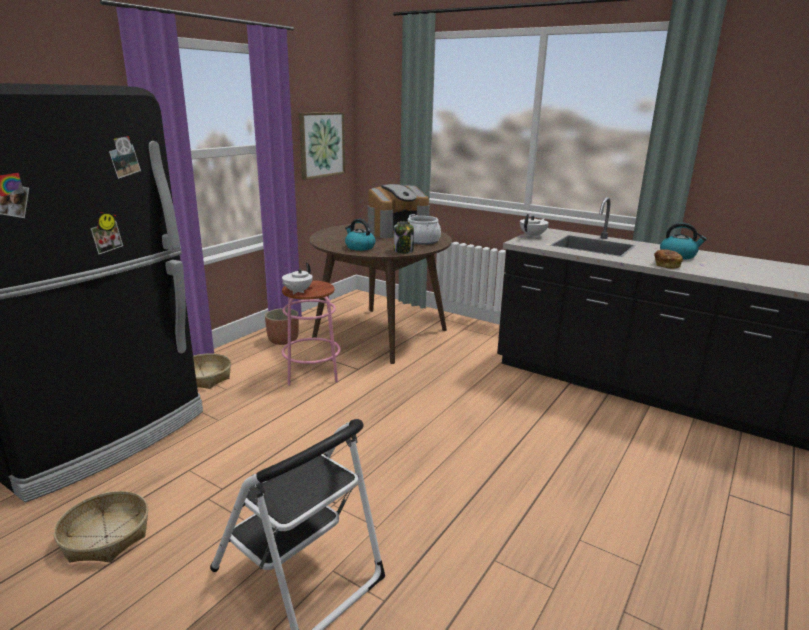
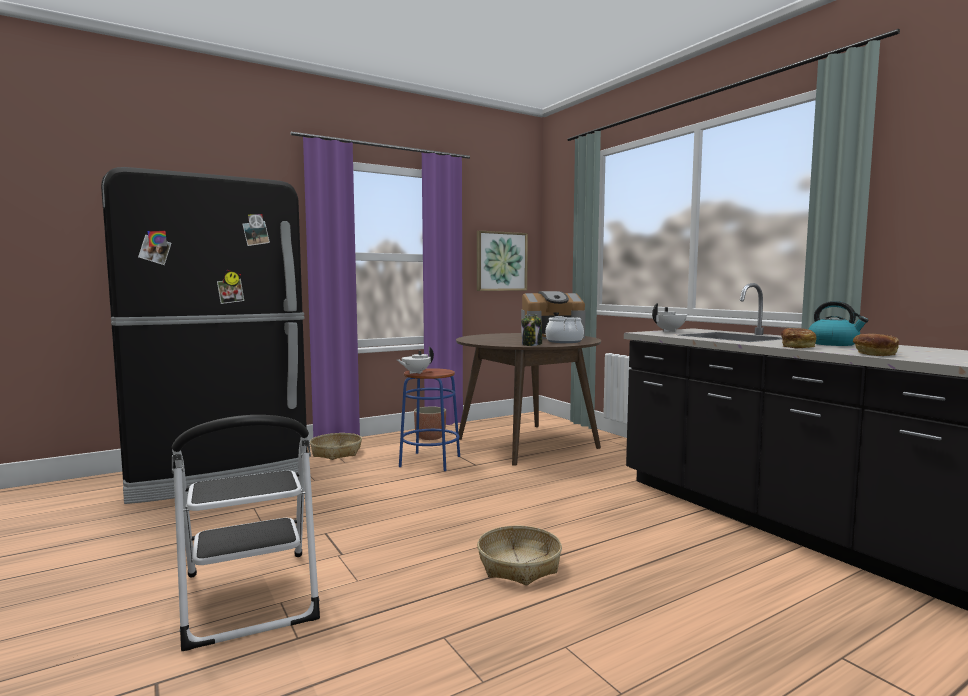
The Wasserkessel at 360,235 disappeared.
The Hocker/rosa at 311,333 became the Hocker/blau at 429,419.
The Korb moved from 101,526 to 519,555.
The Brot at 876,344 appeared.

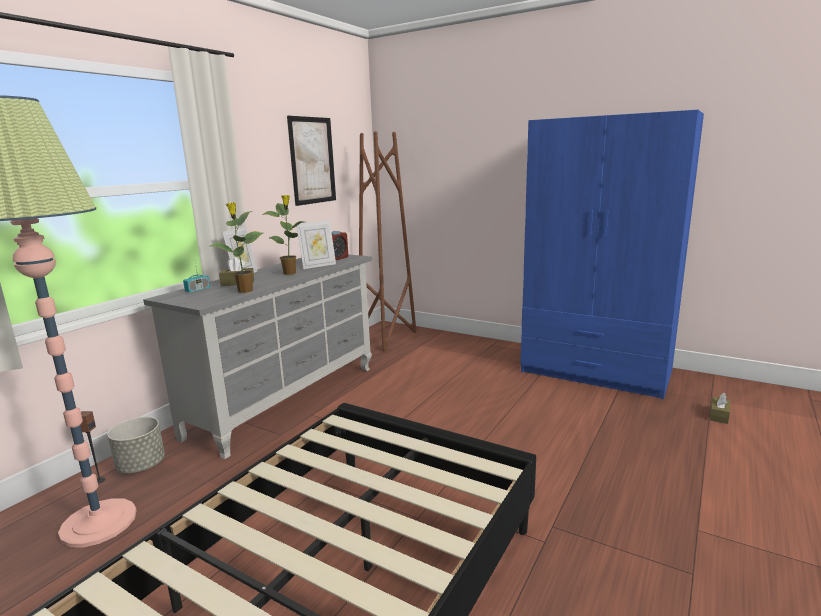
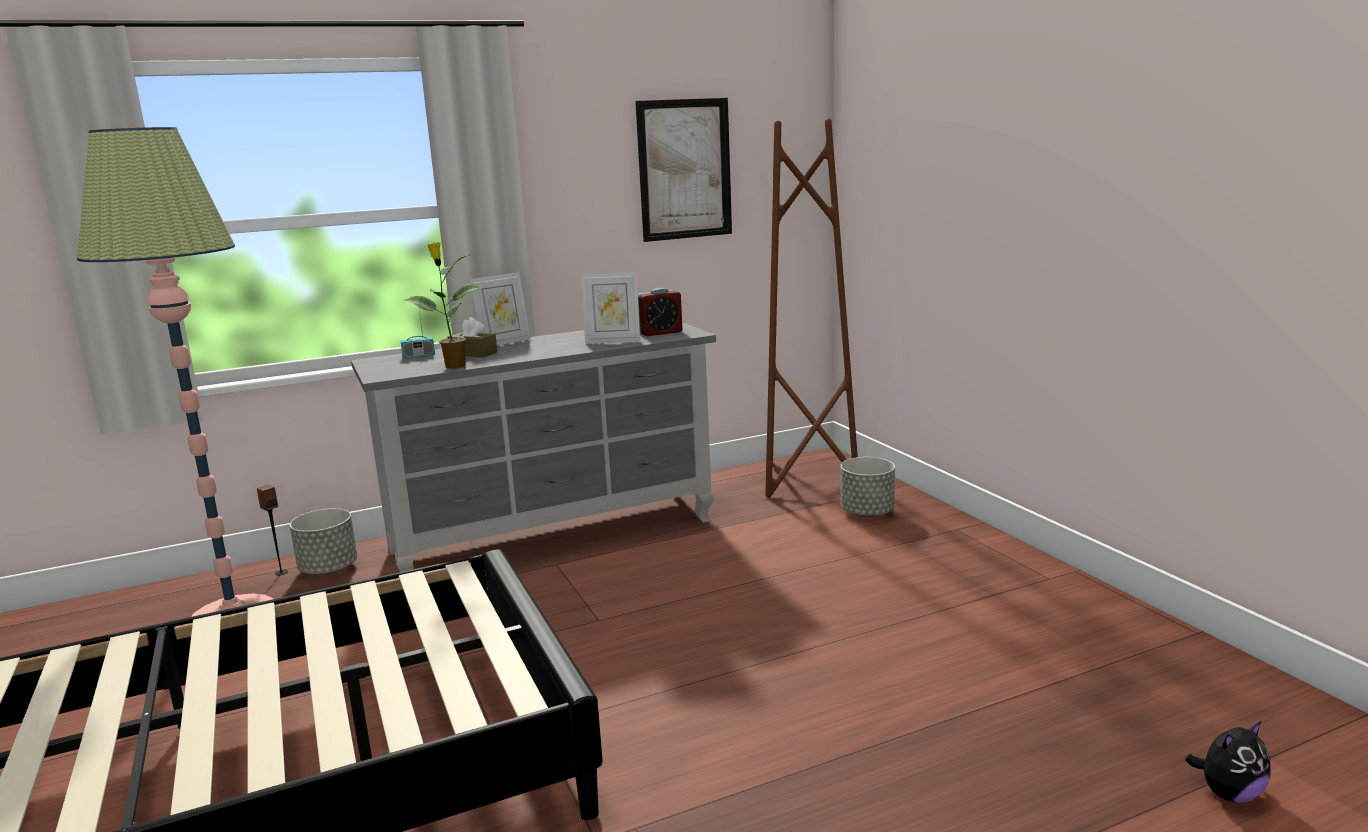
The Kleiderschrank/blau at 612,254 disappeared.
The Topfpflanze at 282,235 disappeared.
The Taschentuchbox/braun at 720,408 was replaced by the Plüschtier at 1228,761.
The Pflanzkübel/grau at 867,487 appeared.

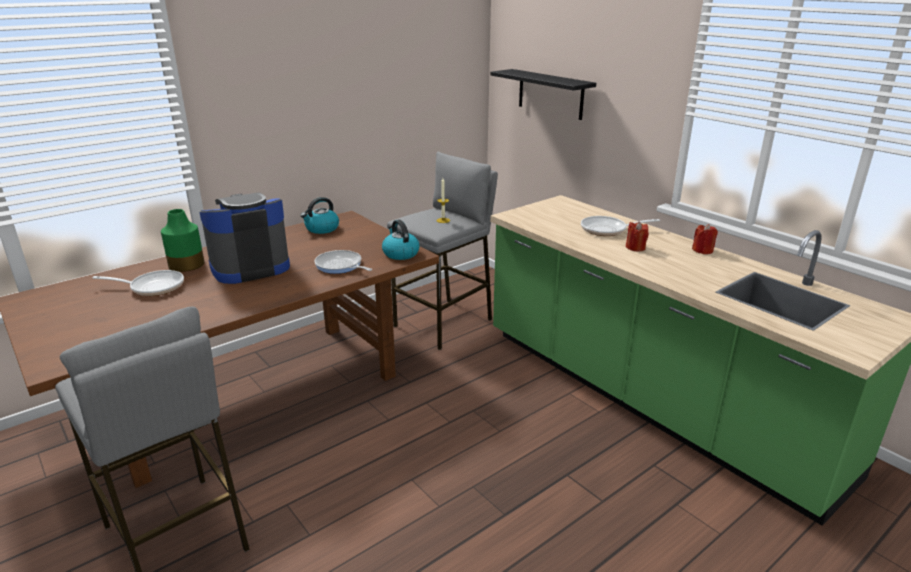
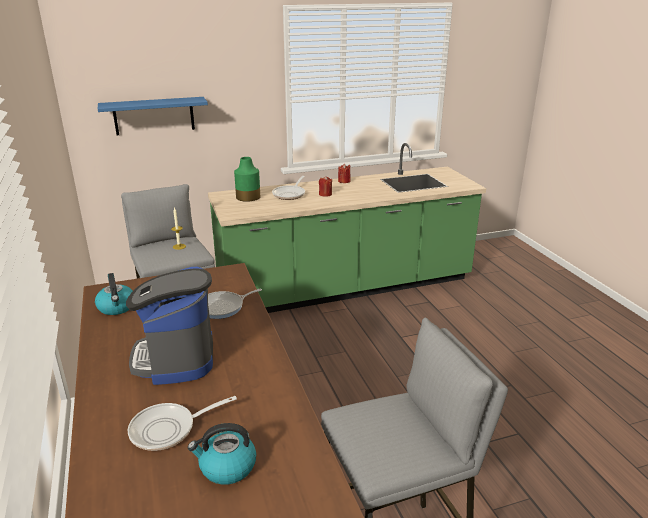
The Wandregal/schwarz at 543,94 became the Wandregal/blau at 153,116.
The Vase/grün moved from 183,240 to 247,179.
The Wasserkessel moved from 401,240 to 222,454.
The Pfanne at 138,283 turned 135 degrees counterclockwise.

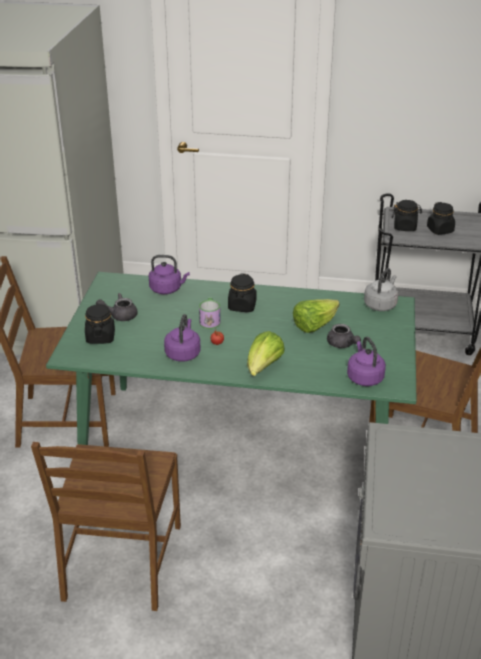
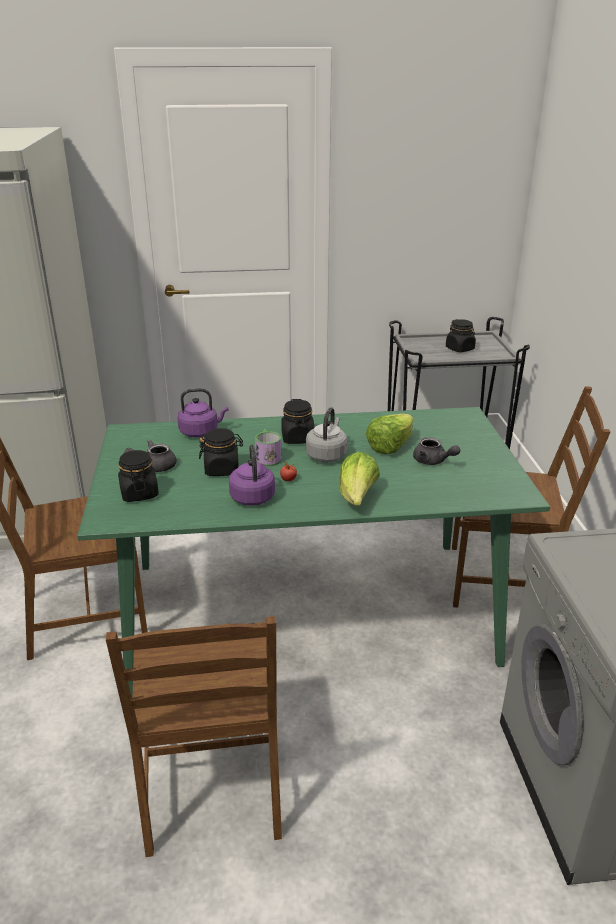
The Vorratsglas/schwarz moved from 407,215 to 221,452.
The Wasserkessel/grau moved from 381,289 to 326,434.
The Wasserkessel/lila at 366,361 disappeared.

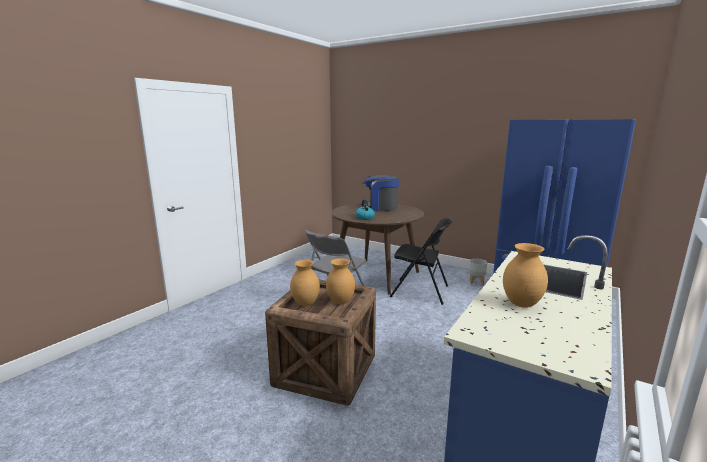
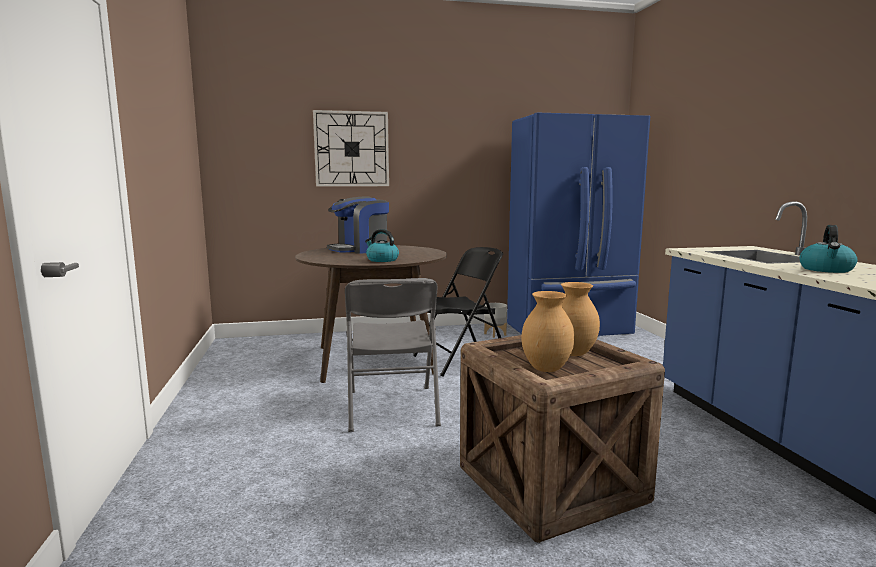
The Vase/braun at 525,275 was replaced by the Wasserkessel at 828,249.
The Wanduhr at 351,148 appeared.

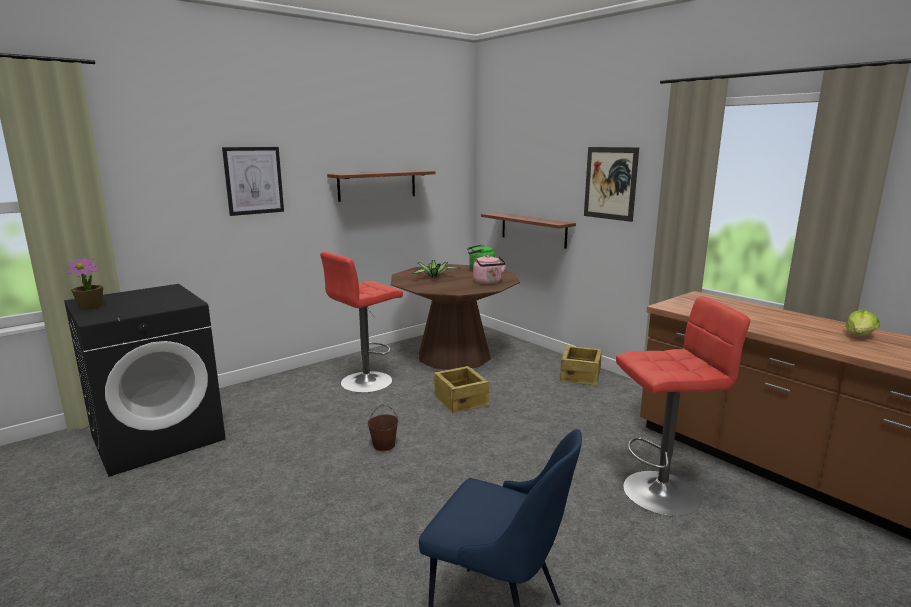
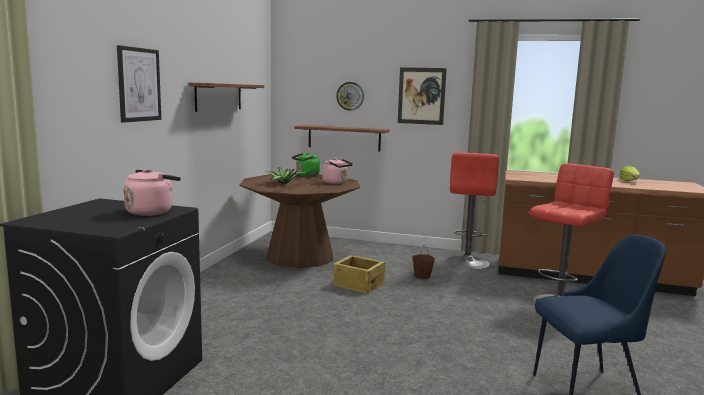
The Hocker/rot moved from 361,322 to 472,210.
The Topfpflanze at 85,284 disappeared.
The Kiste at 581,366 disappeared.
The Eimer/braun moved from 383,428 to 423,262.
The Wanduhr at 350,96 appeared.
The Wasserkessel/rosa at 152,192 appeared.

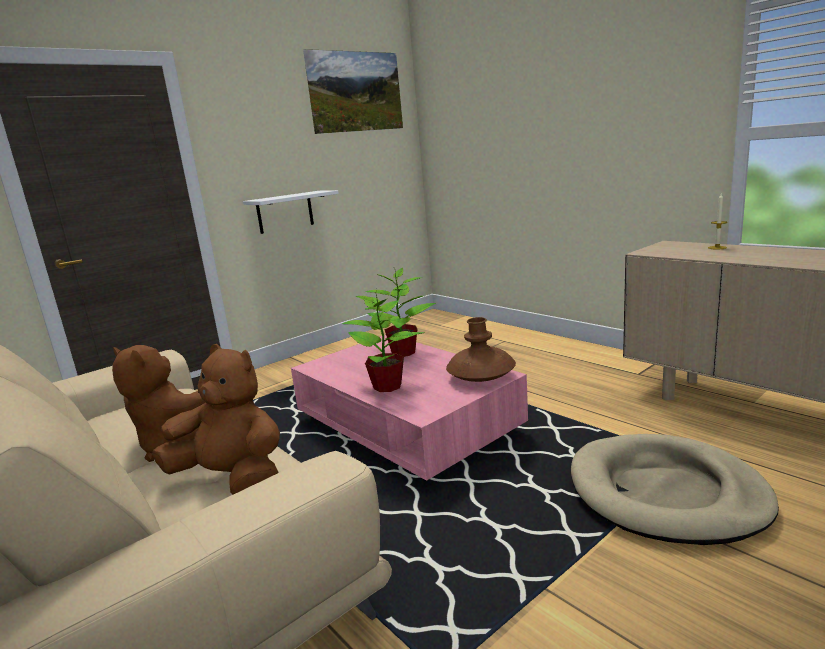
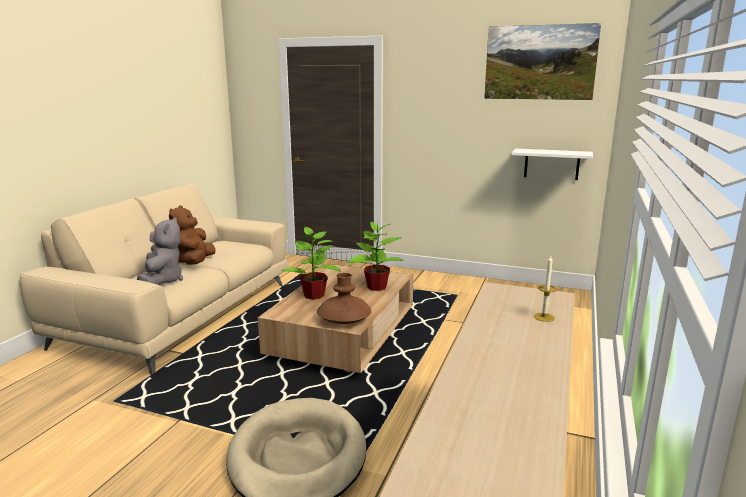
The Wandregal/weiß moved from 291,212 to 552,164.
The Couchtisch/rosa at 409,408 became the Couchtisch/braun at 335,318.
The Plüschtier/braun at 216,419 became the Plüschtier/grau at 160,251.

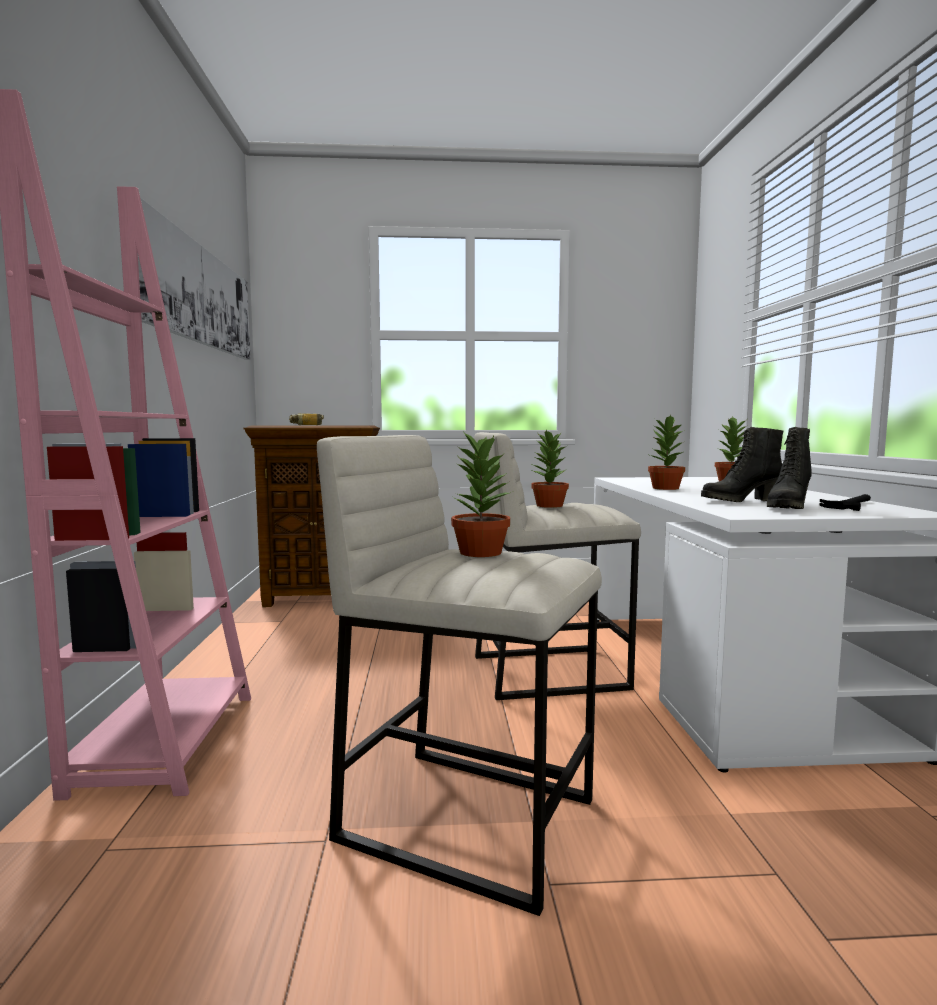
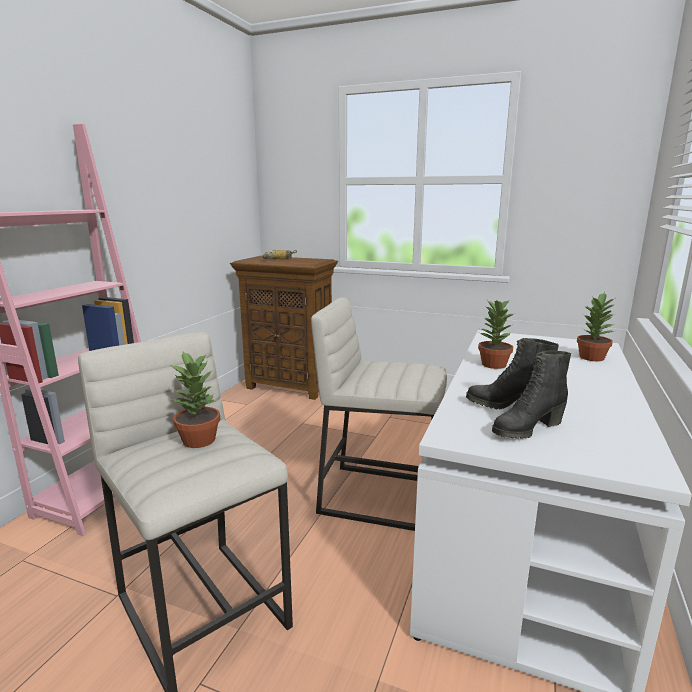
The Bild at 194,278 disappeared.
The Topfpflanze at 550,469 disappeared.
The Hammer at 845,502 disappeared.

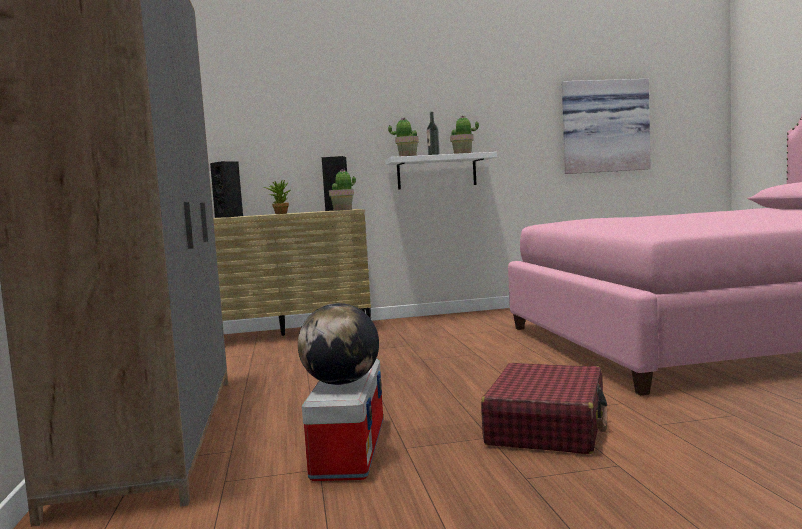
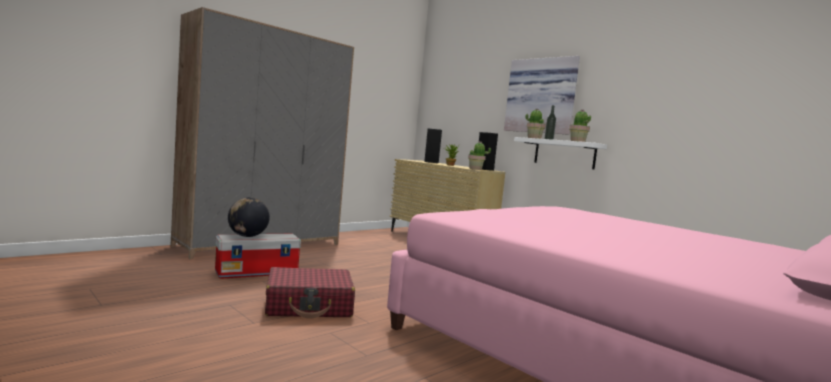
The Bild moved from 606,126 to 542,95.

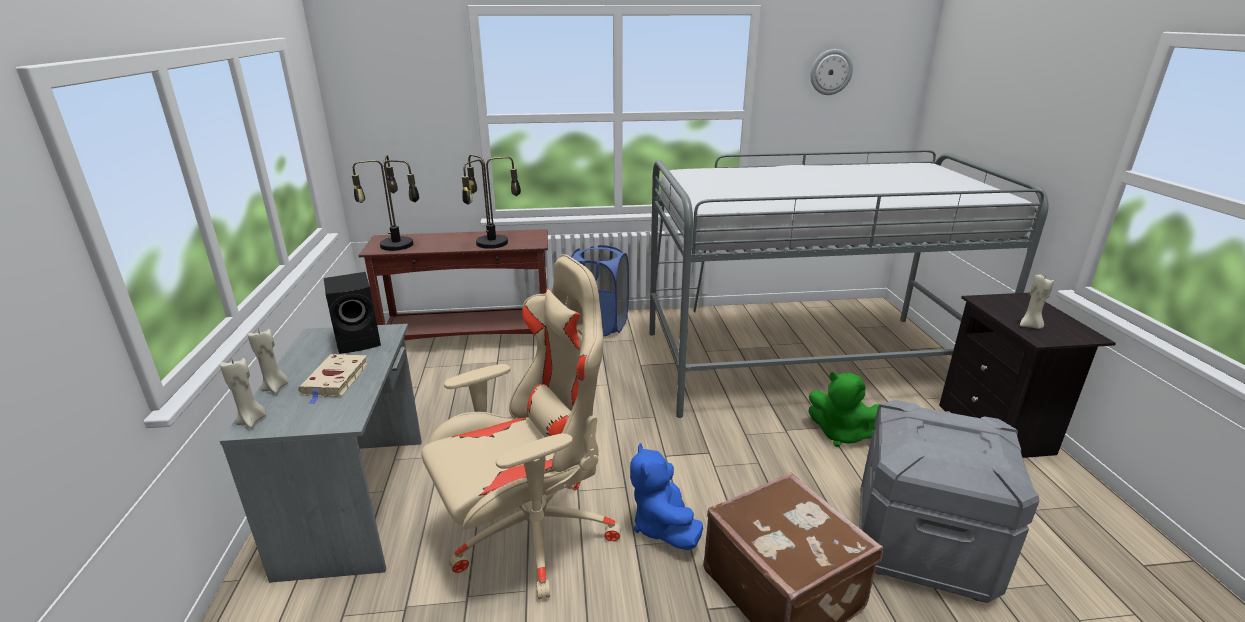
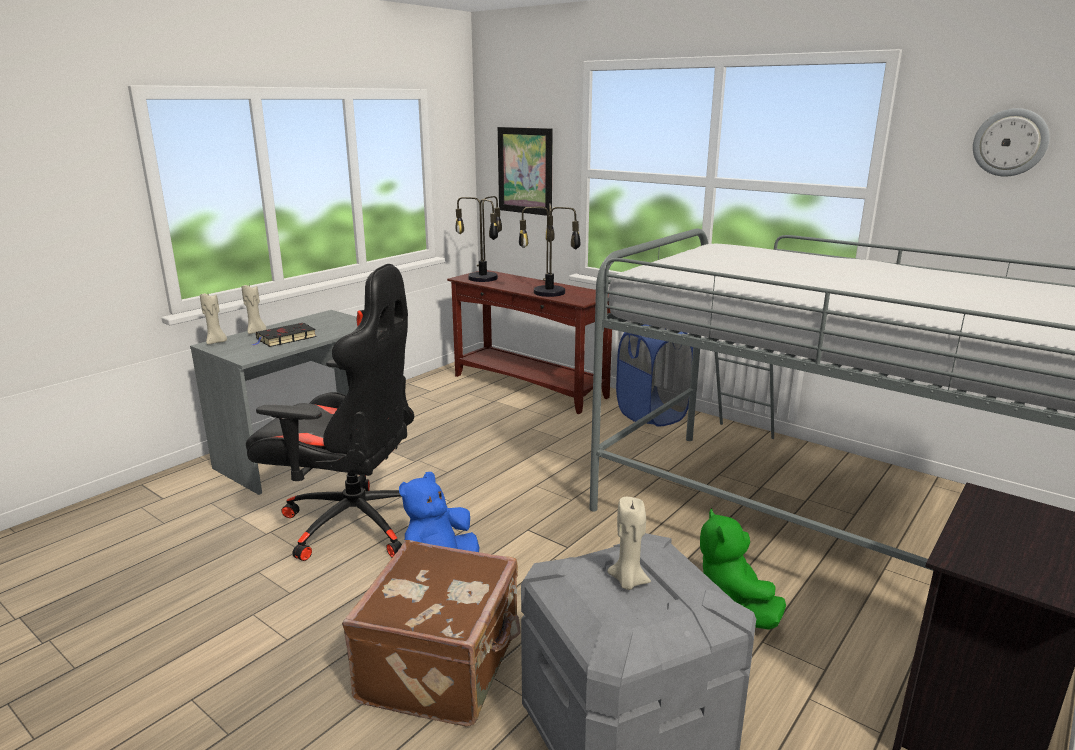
The Bürostuhl/beige at 521,427 became the Bürostuhl/schwarz at 330,412.
The Lautsprecher/schwarz at 352,313 disappeared.
The Kerze/beige moved from 1037,302 to 629,543.
The Buch/beige at 333,379 became the Buch/schwarz at 284,335.
The Bild at 525,171 appeared.

